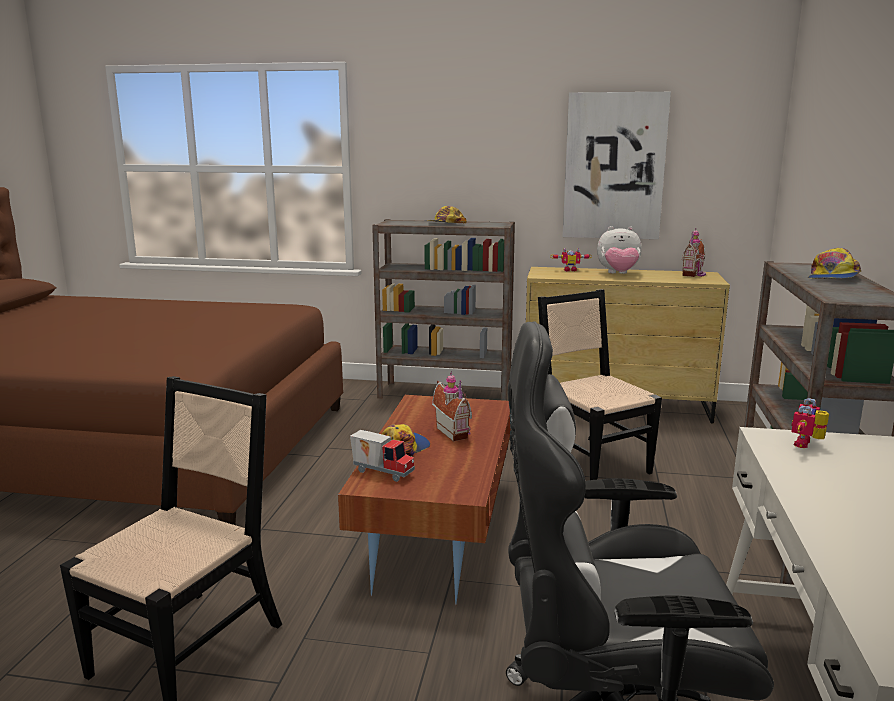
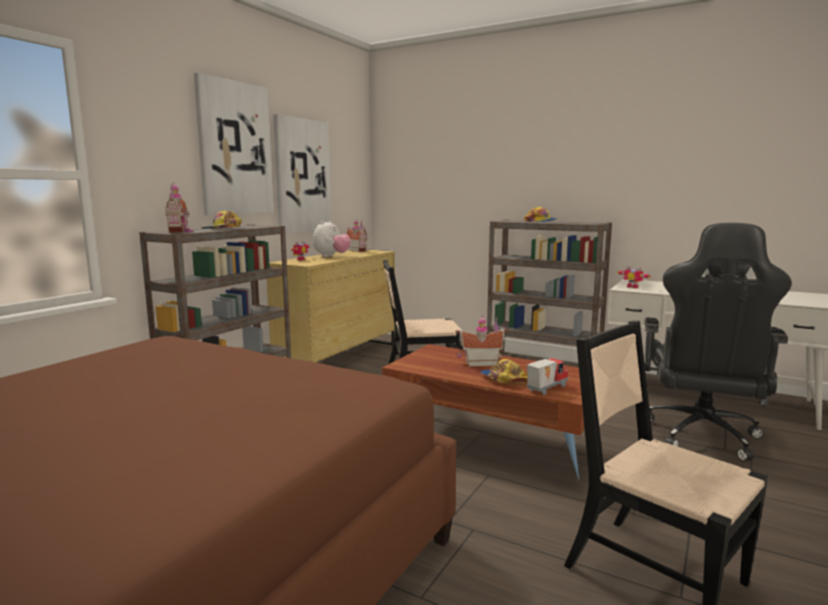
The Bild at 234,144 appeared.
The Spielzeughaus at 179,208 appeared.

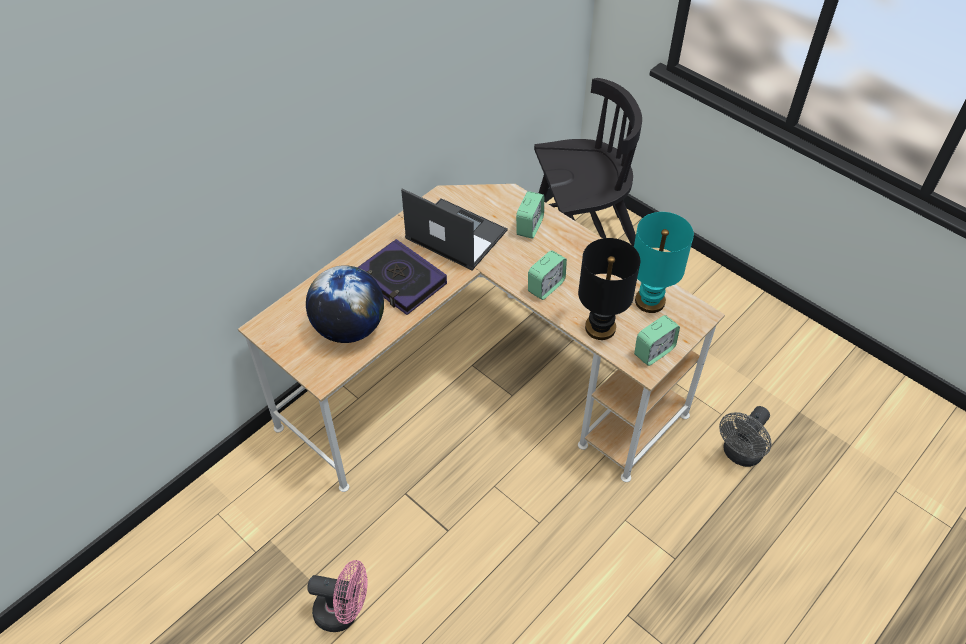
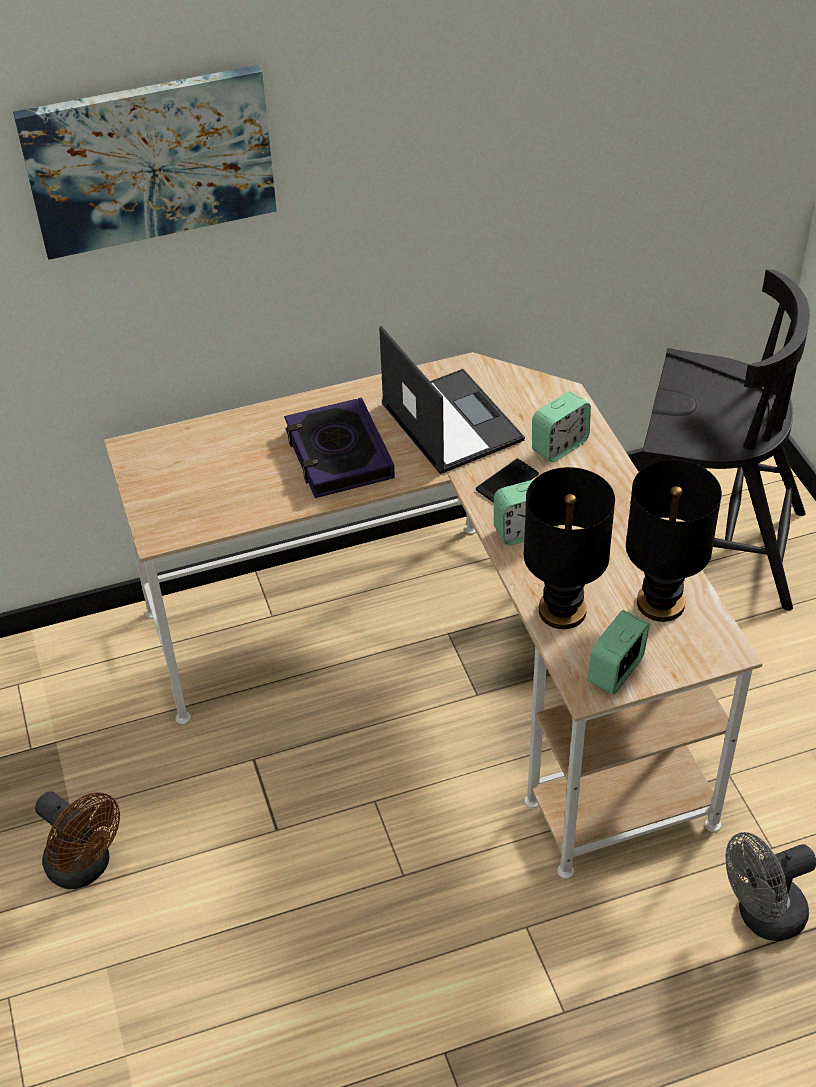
The Tischlampe/türkis at 664,262 became the Tischlampe/schwarz at 674,541.
The Globus at 345,304 disappeared.
The Wecker at 657,340 turned 135 degrees clockwise.
The Ventilator/rosa at 337,596 became the Ventilator/braun at 77,840.
The Bild at 145,162 appeared.
The Handy at 507,481 appeared.

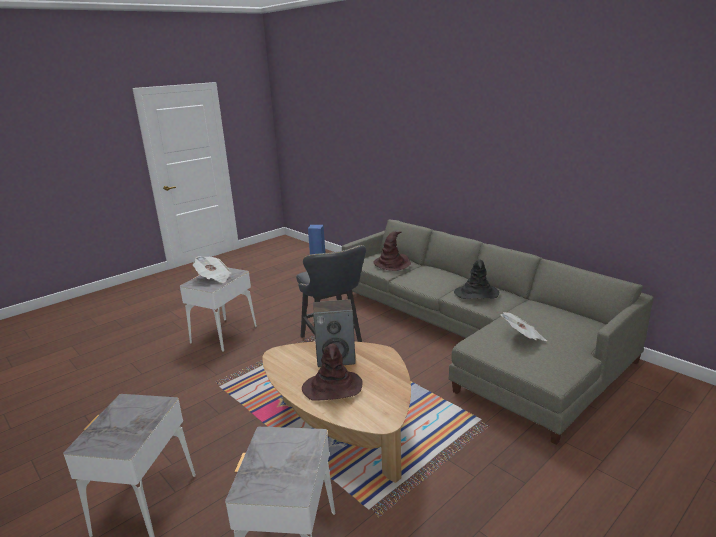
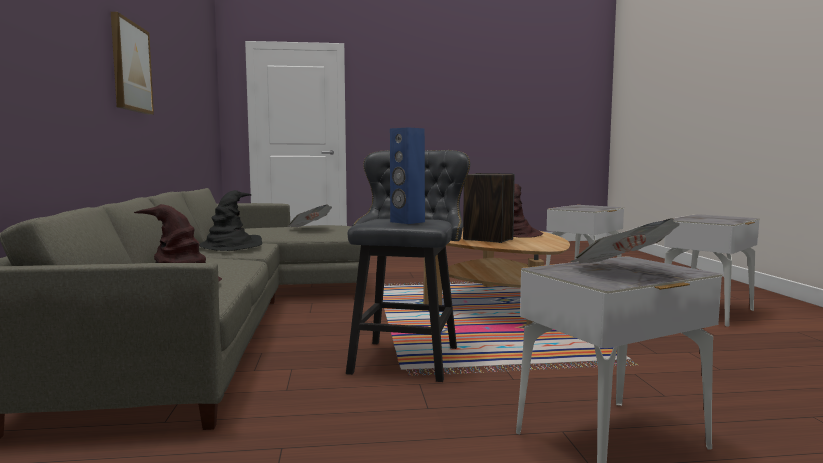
The Bild at 132,63 appeared.

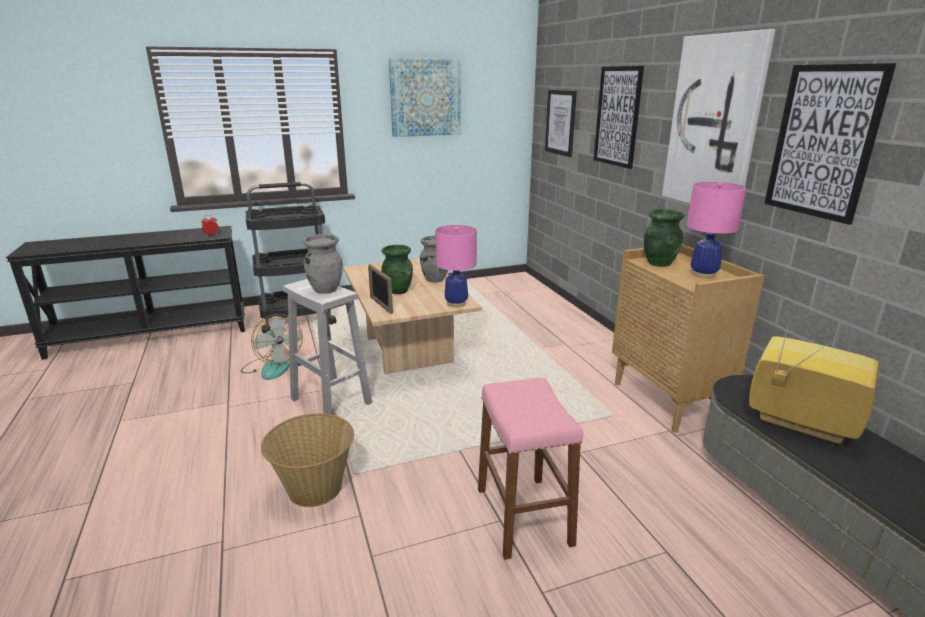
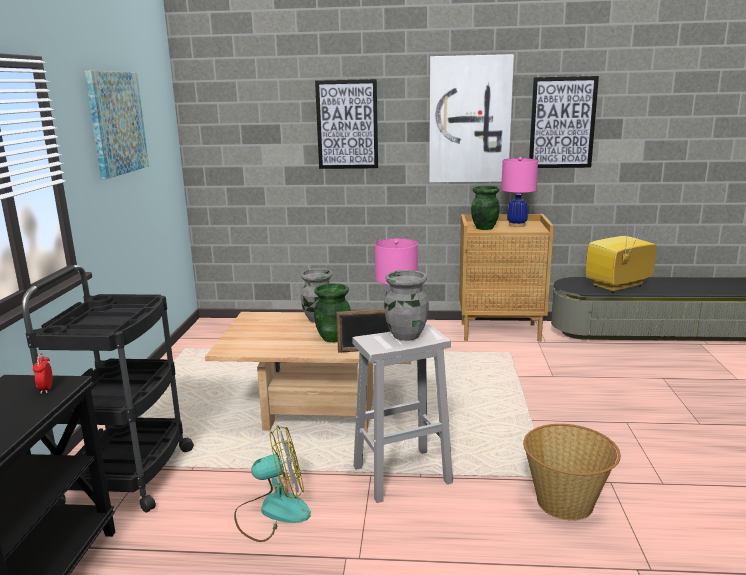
The Bild at 561,123 disappeared.
The Hocker/rosa at 530,469 disappeared.

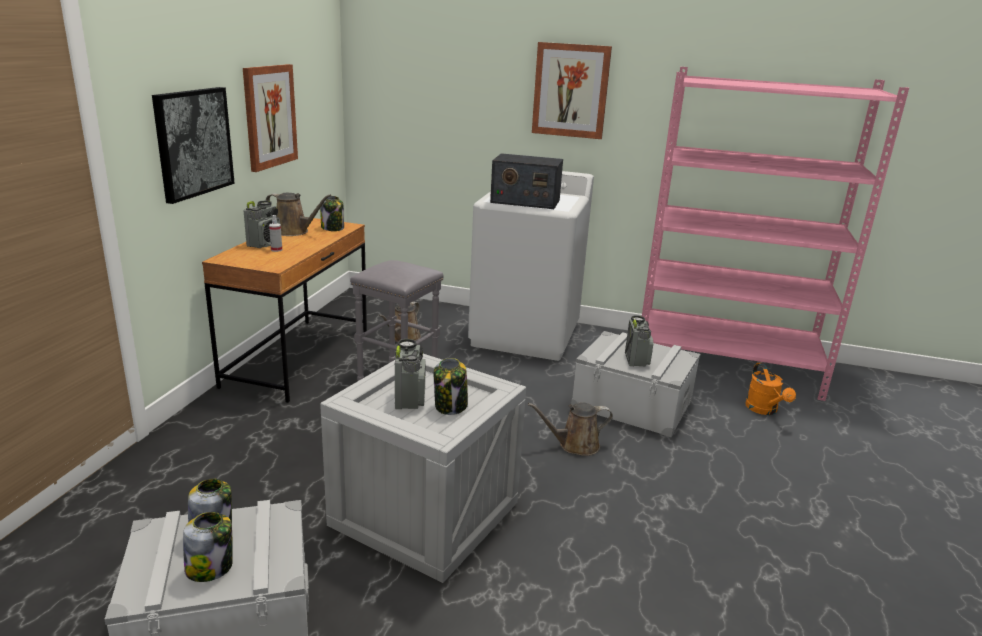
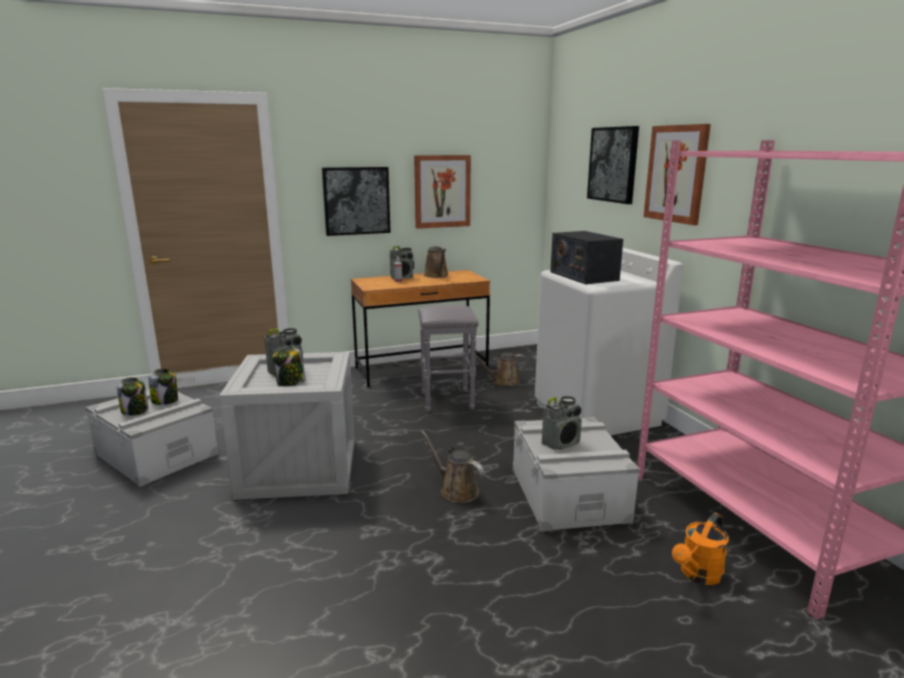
The Vorratsglas at 332,213 disappeared.
The Bild at 613,165 appeared.

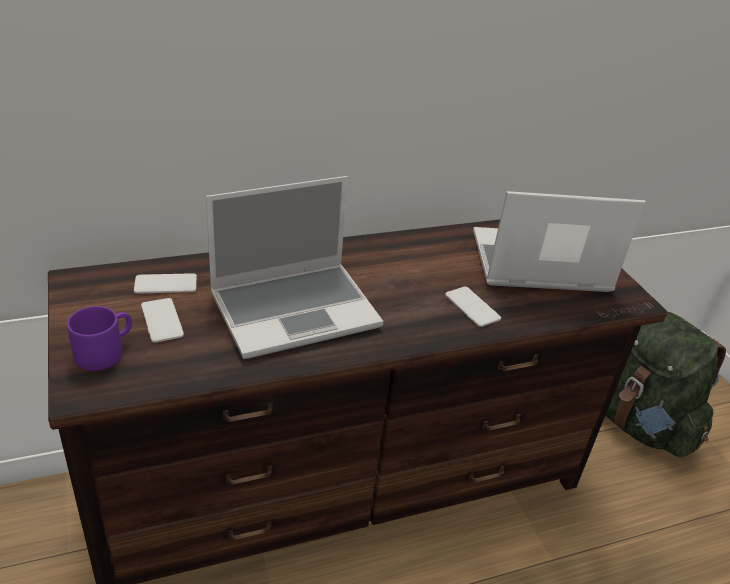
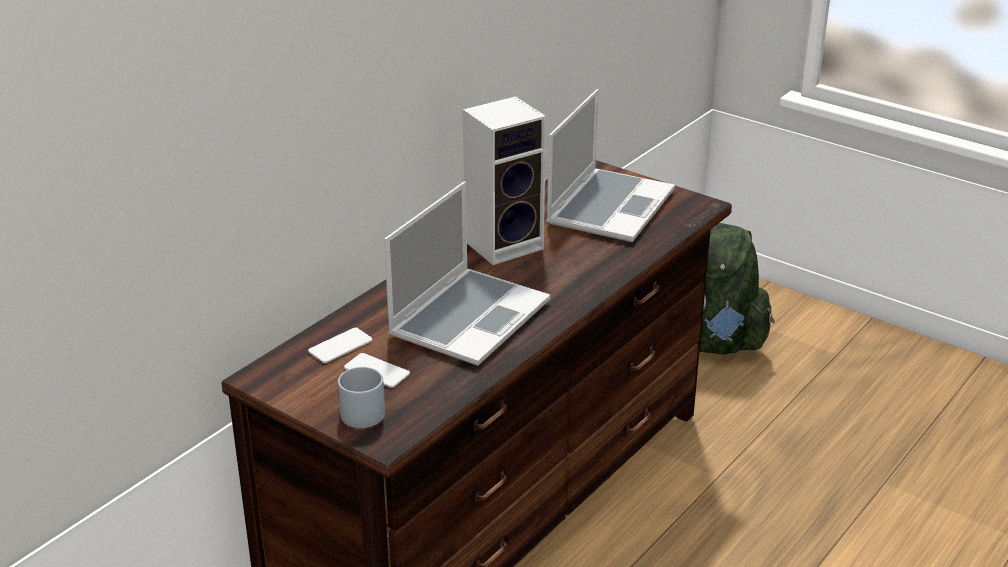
The Laptop at 559,241 turned 150 degrees clockwise.
The Handy at 473,307 disappeared.
The Henkelbecher/lila at 99,338 became the Henkelbecher/grau at 361,397.
The Lautsprecher at 504,180 appeared.

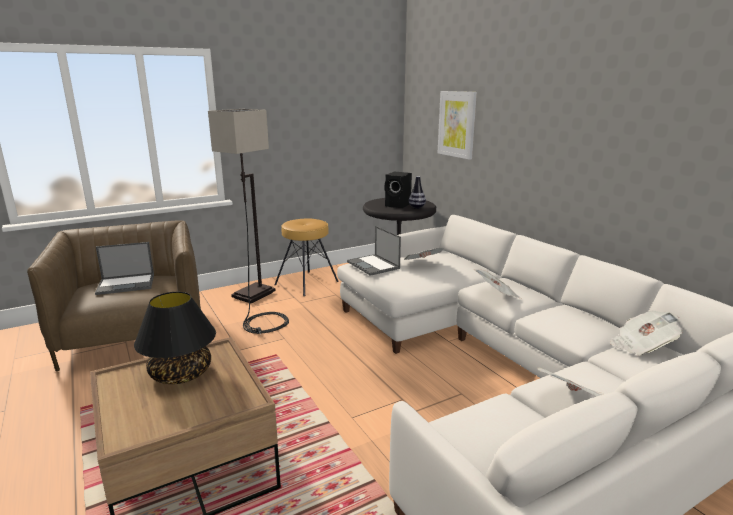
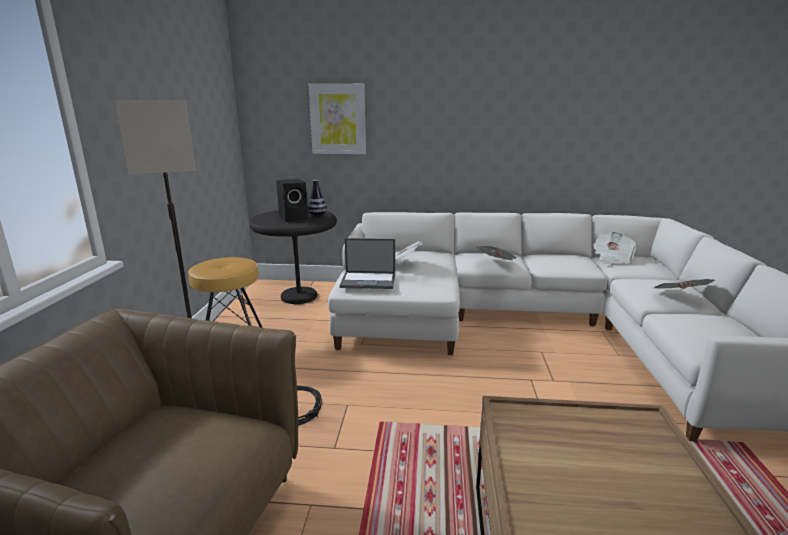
The Laptop at 124,268 disappeared.
The Tischlampe/schwarz at 175,338 disappeared.

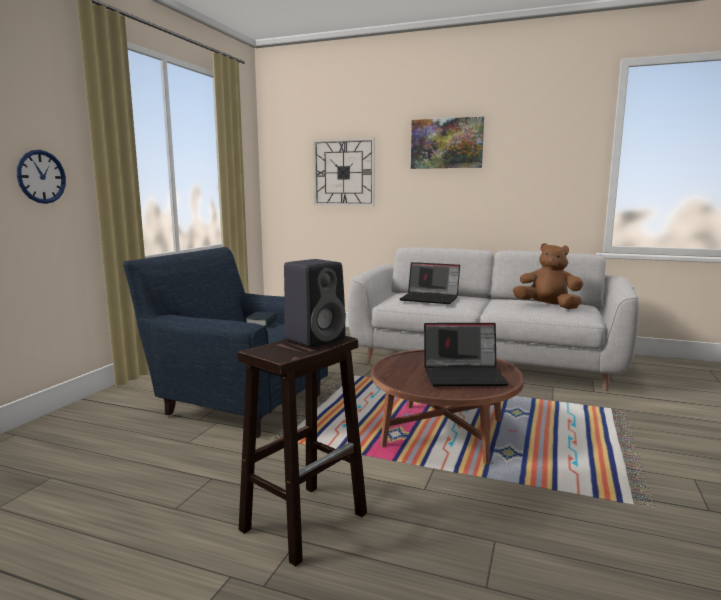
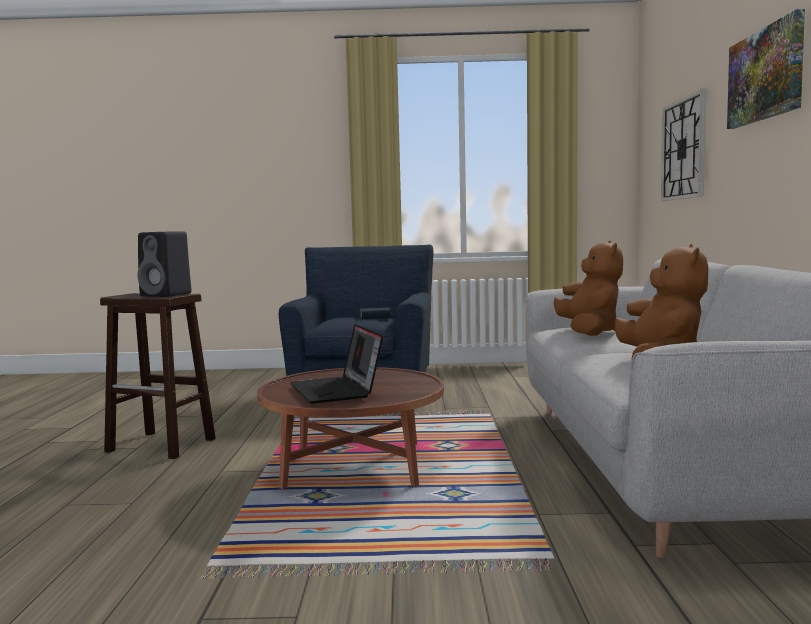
The Wanduhr at 41,177 disappeared.
The Laptop at 430,283 was replaced by the Plüschtier/braun at 588,288.

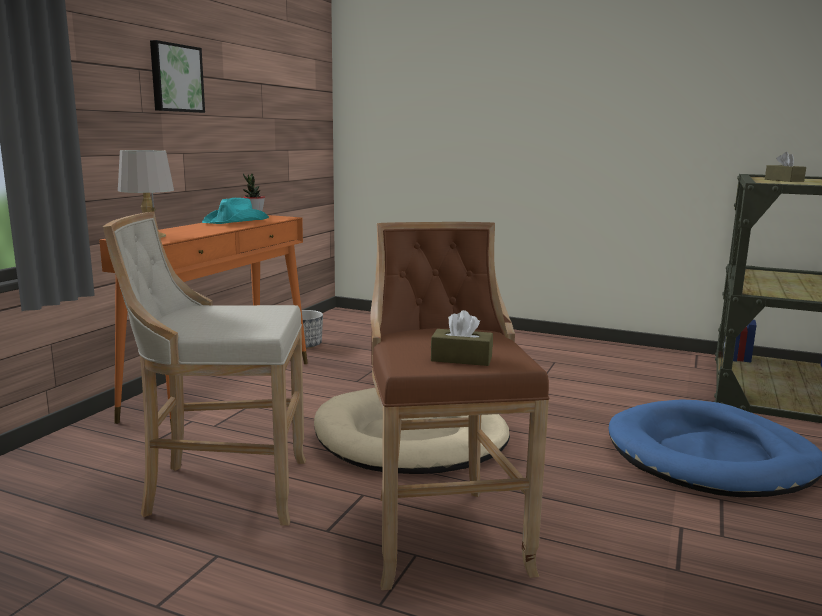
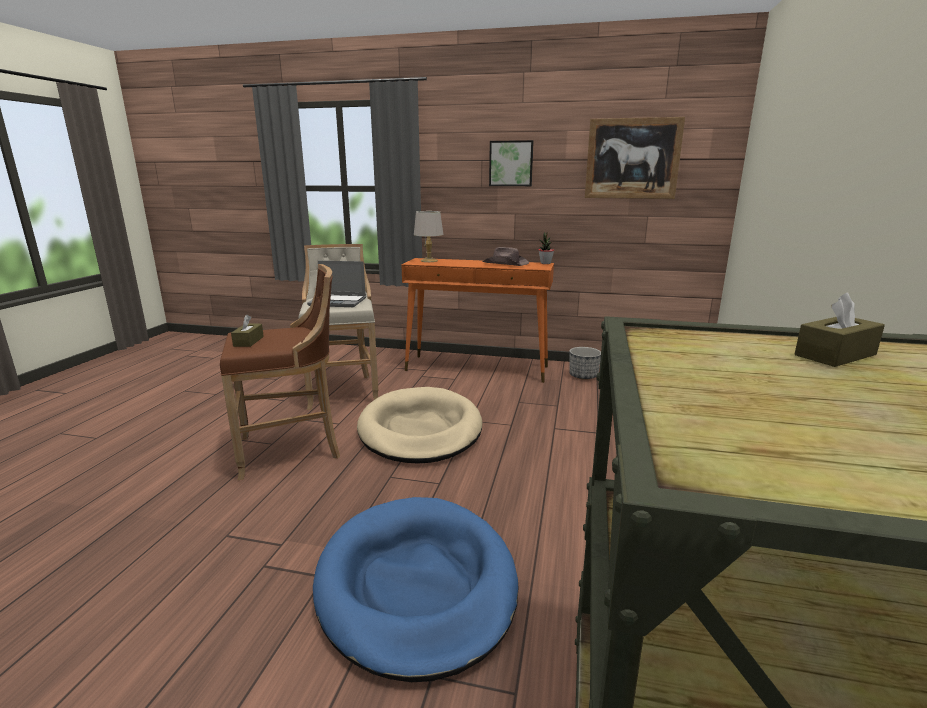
The Hut/türkis at 235,211 became the Hut/braun at 505,256.
The Bild at 635,158 appeared.
The Laptop at 336,284 appeared.

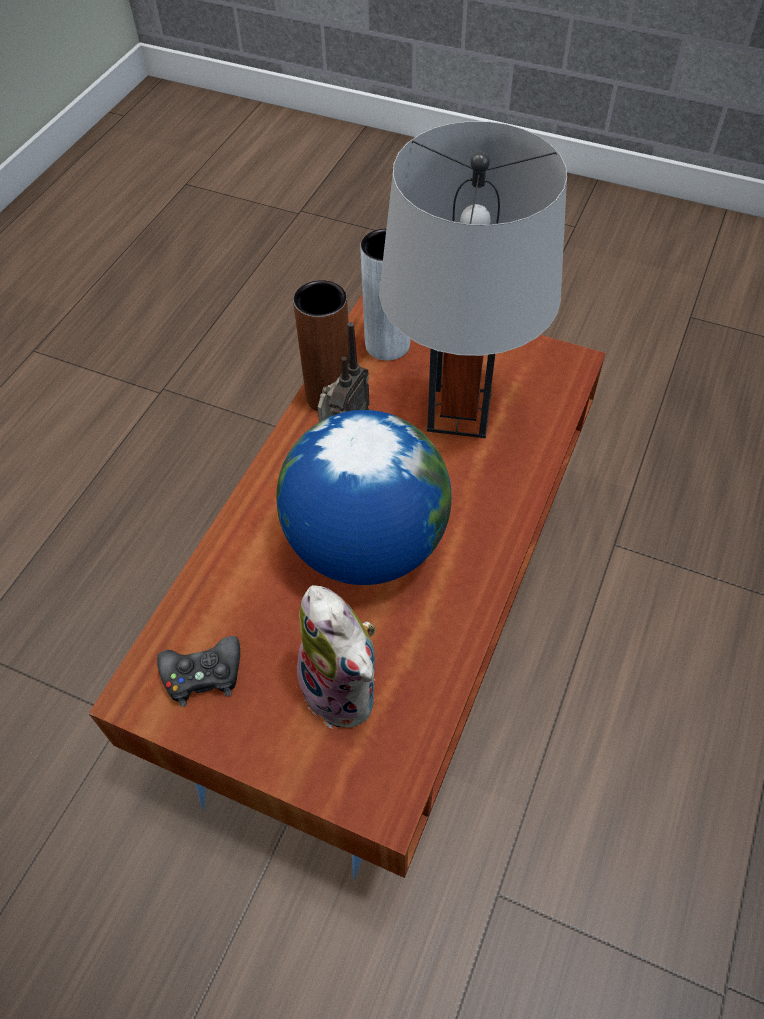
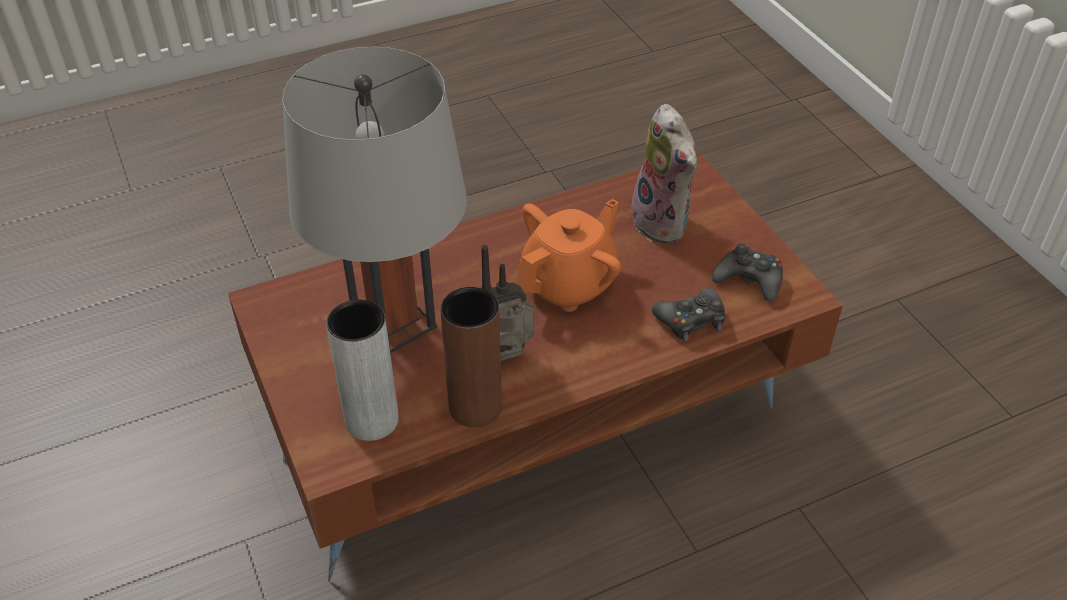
The Globus at 364,497 was replaced by the Teekanne/orange at 568,255.
The Plüschtier at 336,656 turned 150 degrees clockwise.
The Gamepad/schwarz at 688,314 appeared.

